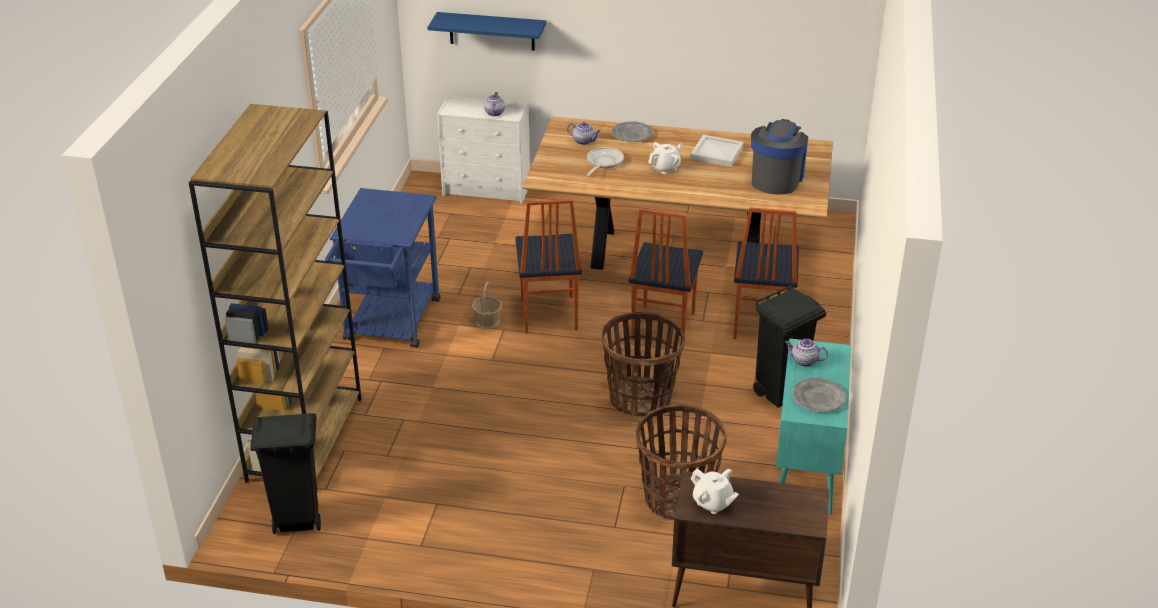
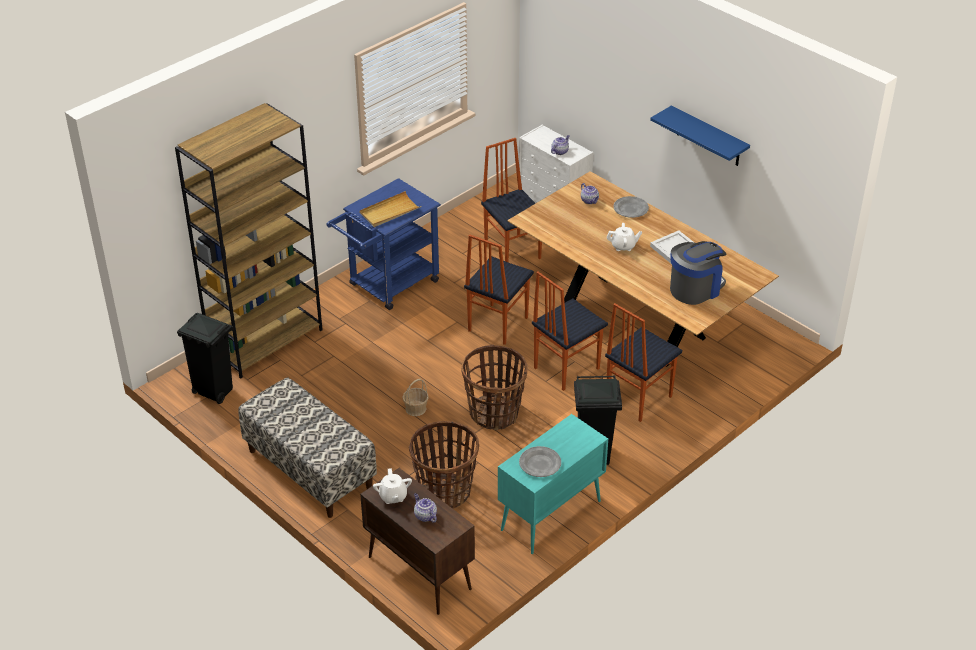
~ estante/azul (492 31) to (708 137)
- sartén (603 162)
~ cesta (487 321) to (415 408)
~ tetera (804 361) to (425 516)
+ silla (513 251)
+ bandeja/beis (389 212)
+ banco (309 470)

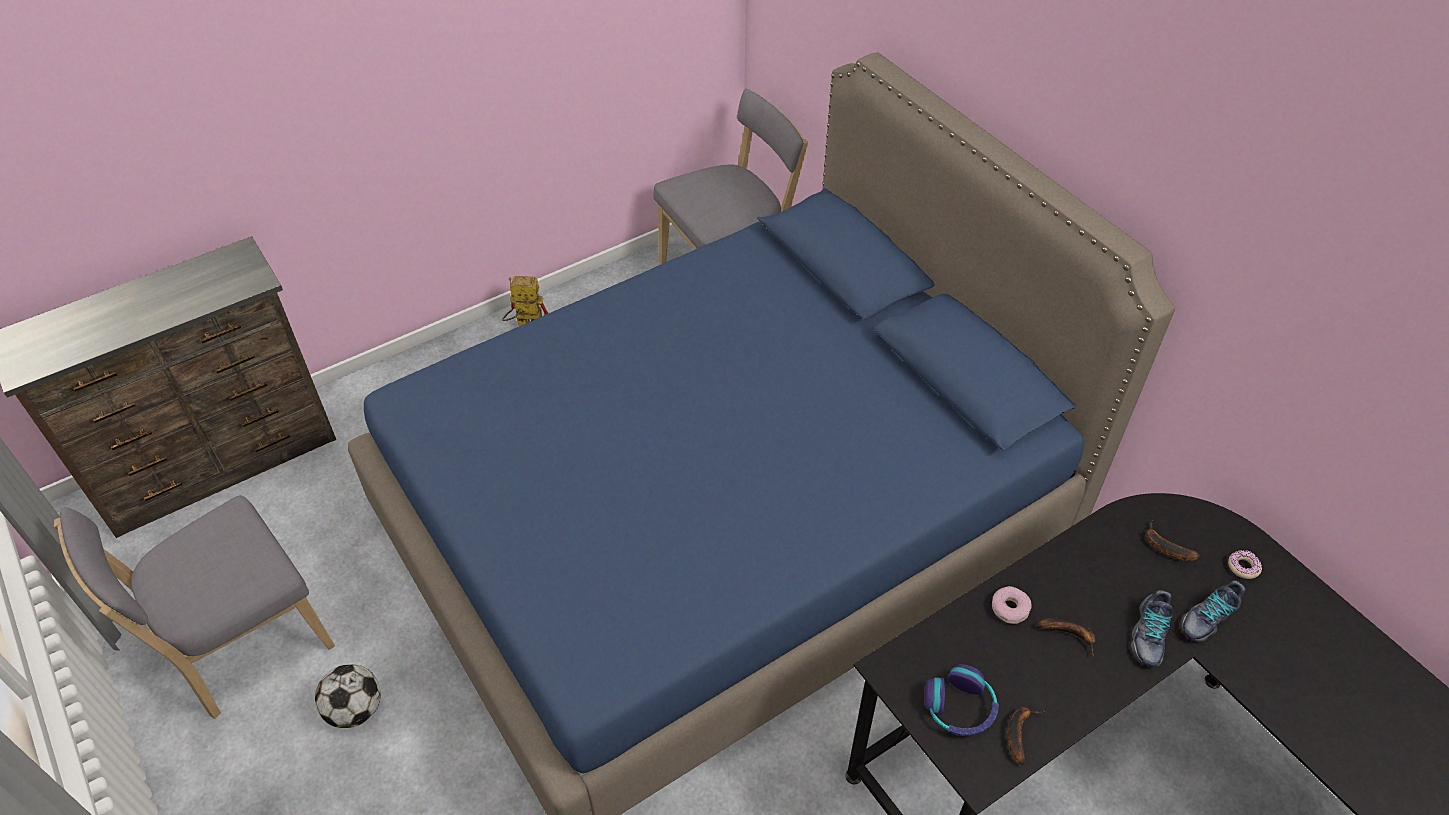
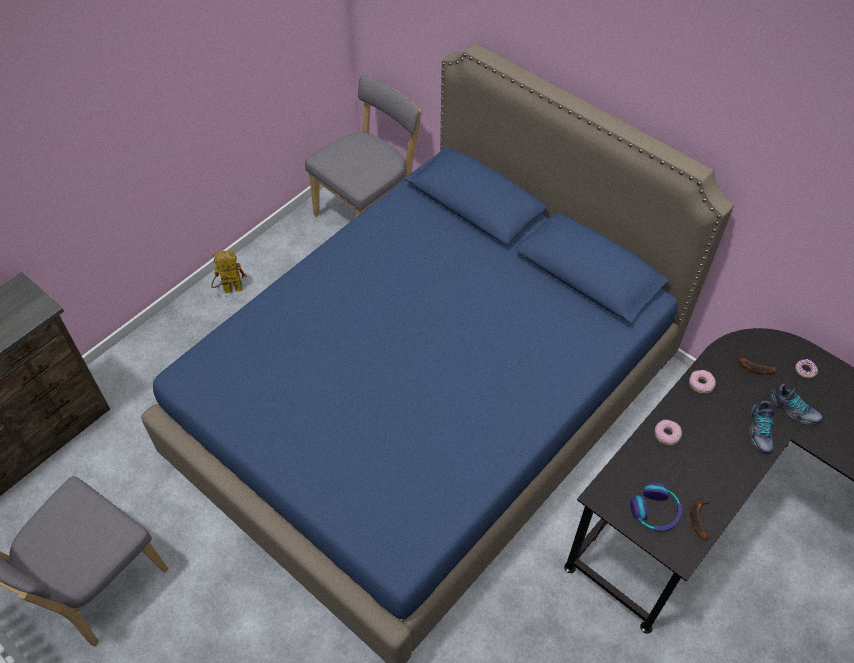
~ zapato (1207 617) = (792 410) 90 degrees counterclockwise
- plátano (1070 634)
- balón de fútbol (355 710)
+ rosquilla (701 384)

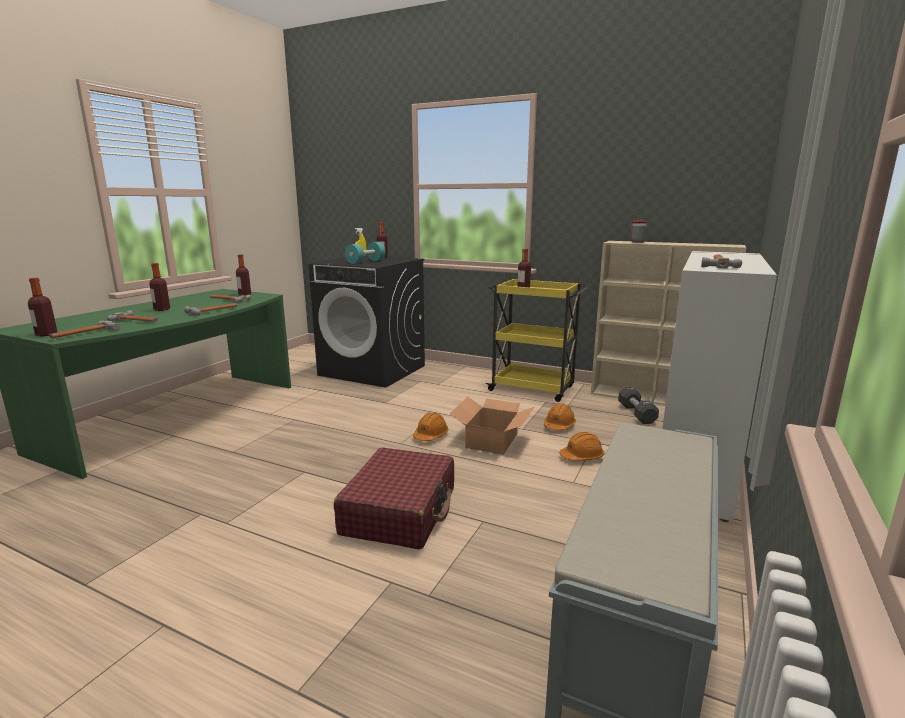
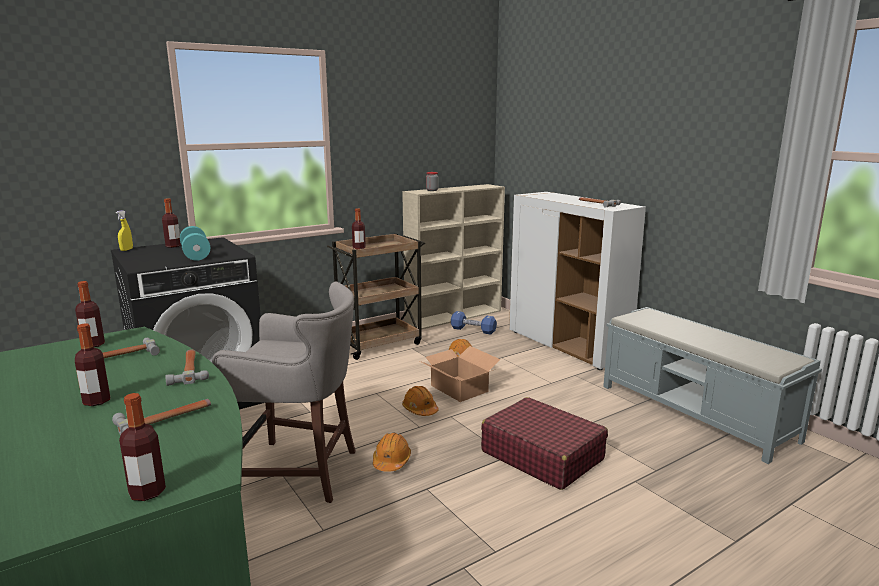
~ carrito/amarillo (533 389) to carrito/marrón (379 344)
- martillo (83 334)
~ mancuerna/negro (636 414) to mancuerna/azul (473 330)
~ casco/naranja (582 457) to (391 461)
+ taburete/gris (301 472)

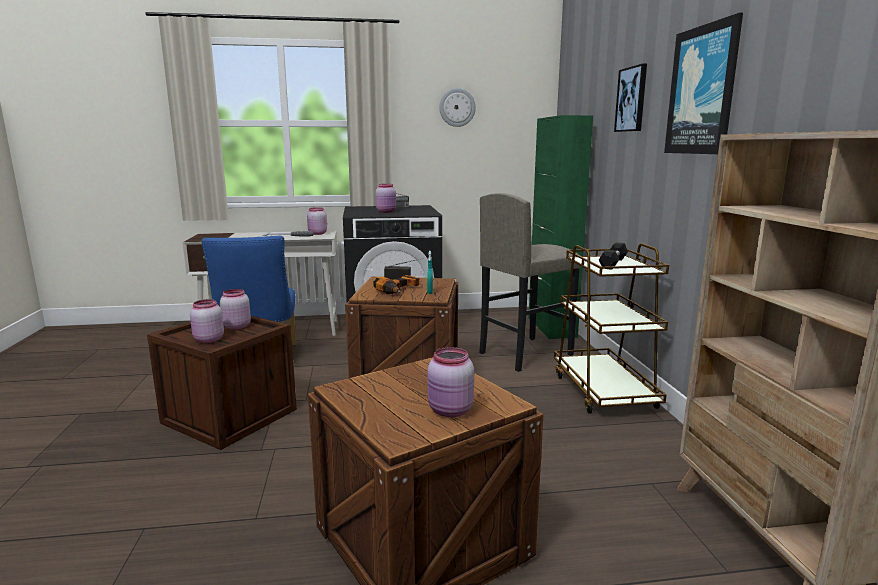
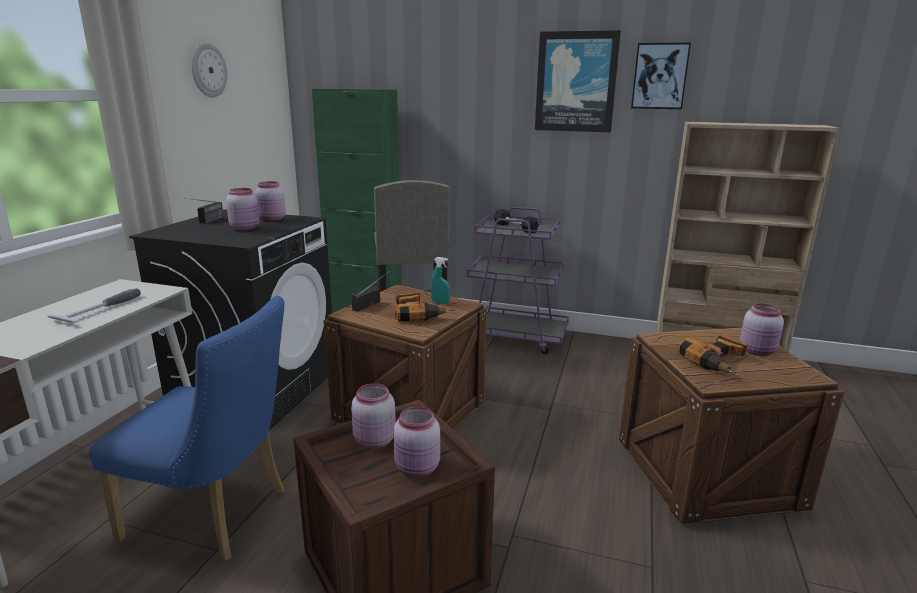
~ cuadro (631 99) to (660 76)
~ tarro/rosa (317 233) to (272 219)
~ carrito/marrón (603 391) to carrito/morado (513 337)
+ taladro (719 363)

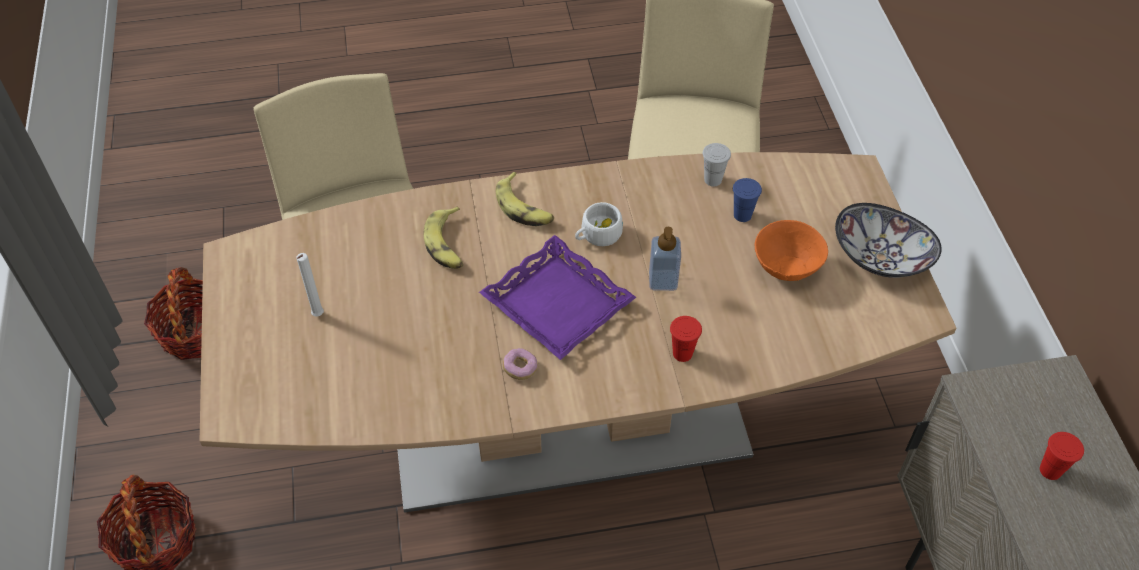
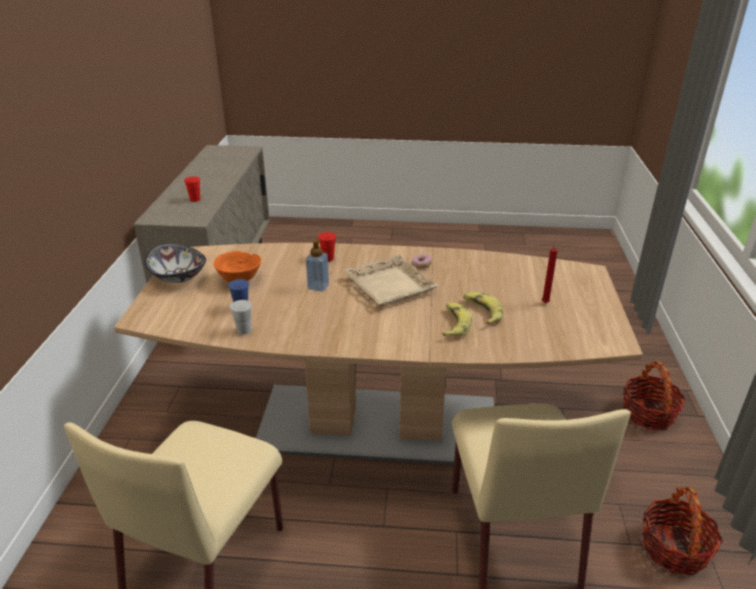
~ plátano (524 207) to (482 312)
- taza/blanco (597 235)
~ bandeja/morado (556 304) to bandeja/beis (390 286)
~ vela/blanco (317 316) to vela/rojo (545 302)

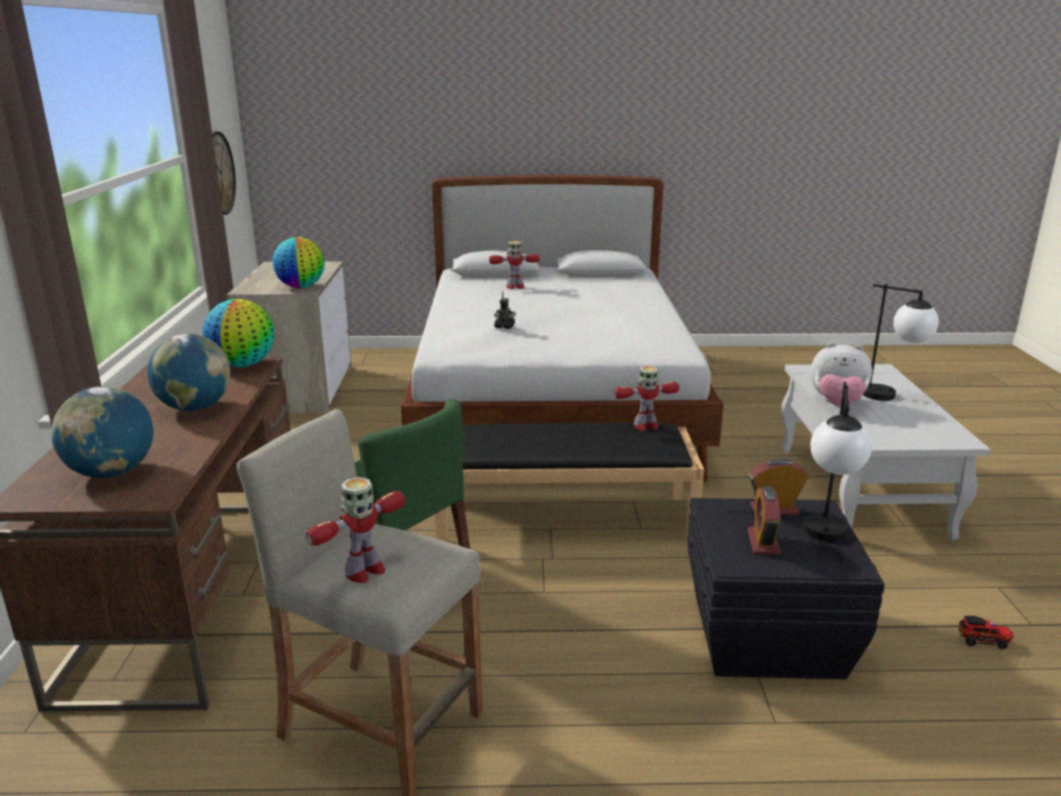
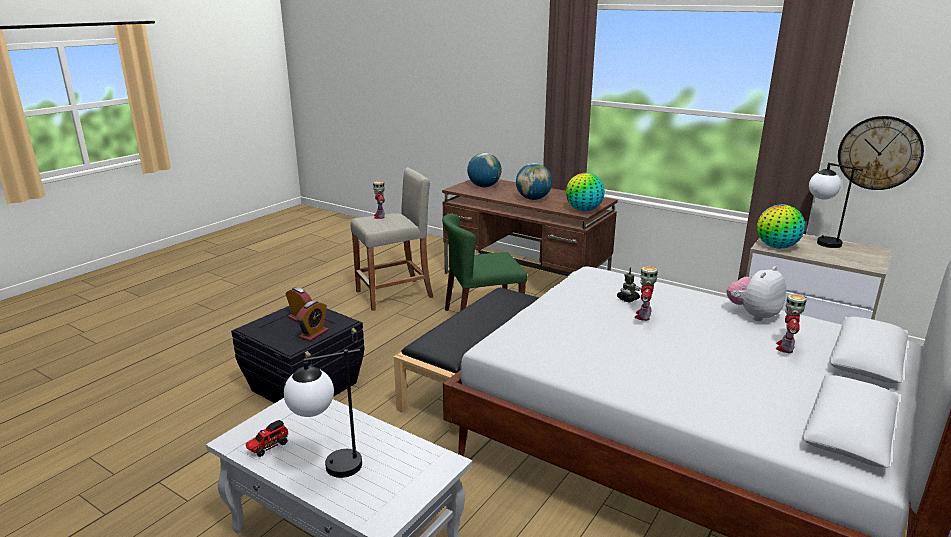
~ peluche (837 404) to (753 315)
~ robot de juguete (645 426) to (643 316)
~ lámpara de mesa (825 539) to (819 241)
~ camión de juguete (983 641) to (267 447)

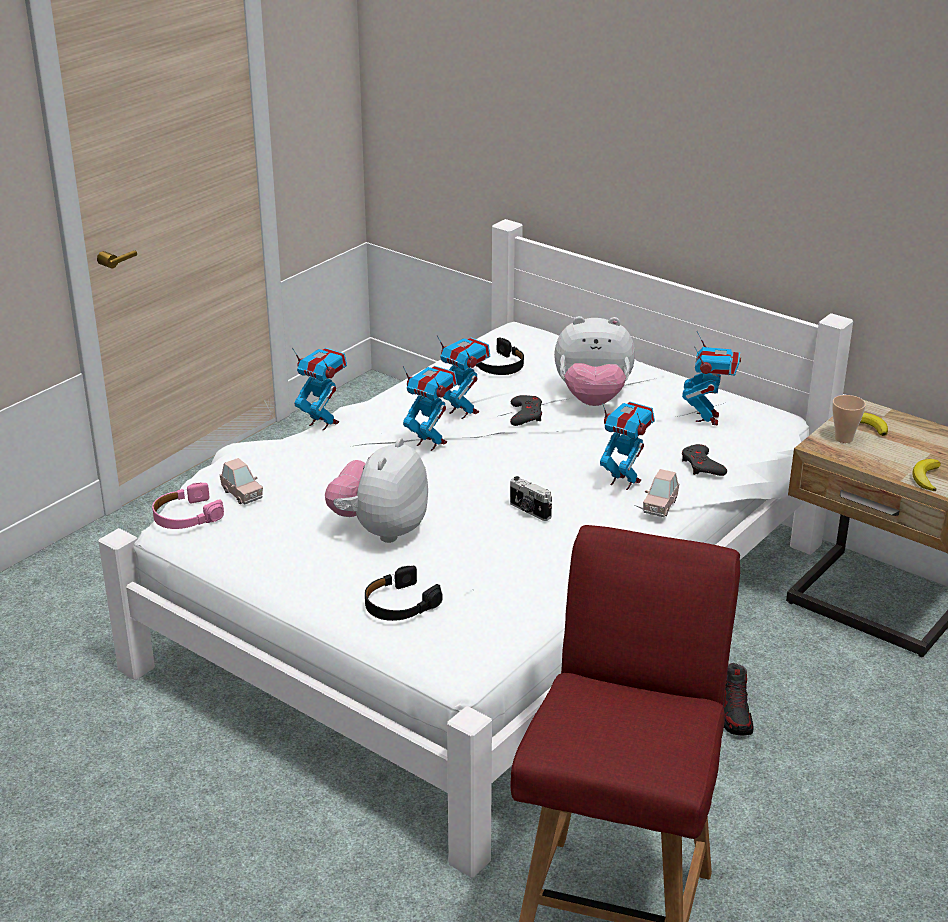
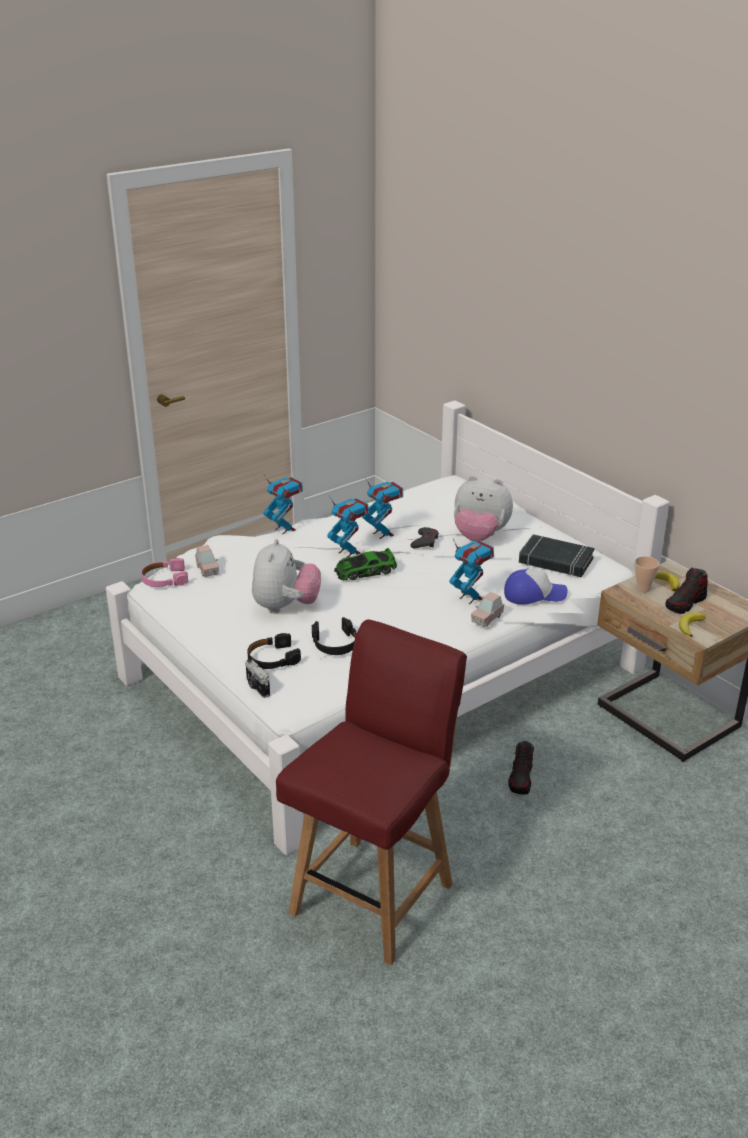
~ robot de juguete (707 418) to libro/negro (555 561)
~ auriculares/negro (498 366) to (335 643)
~ peluche (380 530) = (285 607) 150 degrees clockwise
~ mando de consola/gris (702 466) to gorra (534 594)
~ cámara (529 511) to (257 687)
+ coche de juguete (365 570)
+ zapato (685 603)

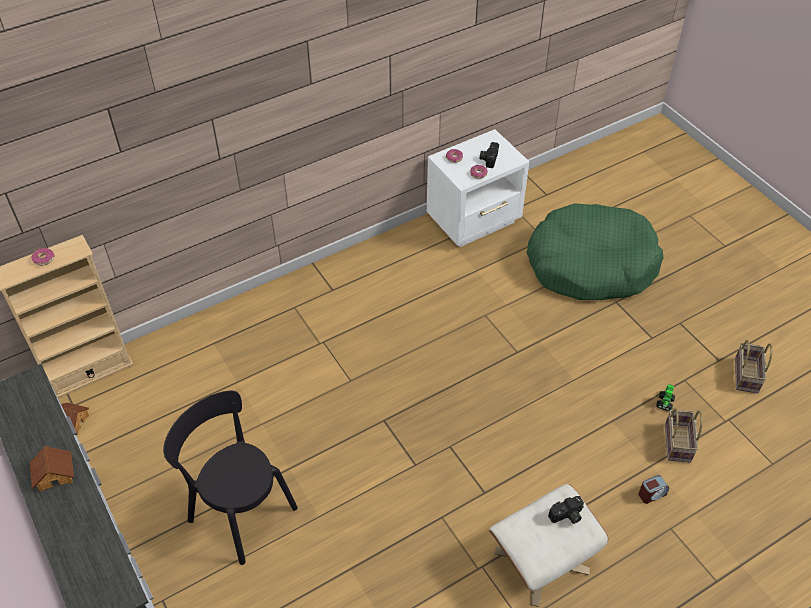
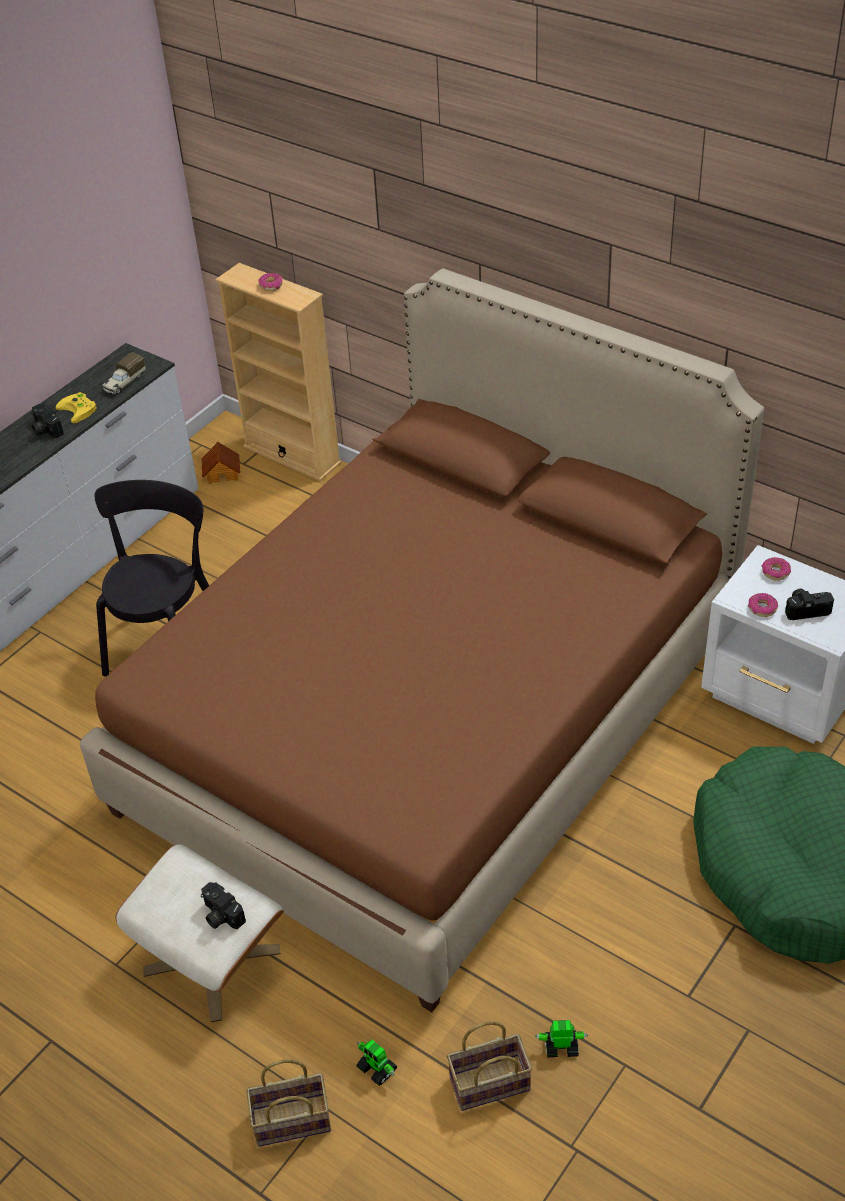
~ cesta (747 376) to (290 1123)
~ casita (55 474) to cámara (45 429)
~ despertador (651 494) to robot de juguete (377 1069)
+ cama/marrón (431 721)
+ camión de juguete (124 383)
+ mando de consola/amarillo (79 410)

